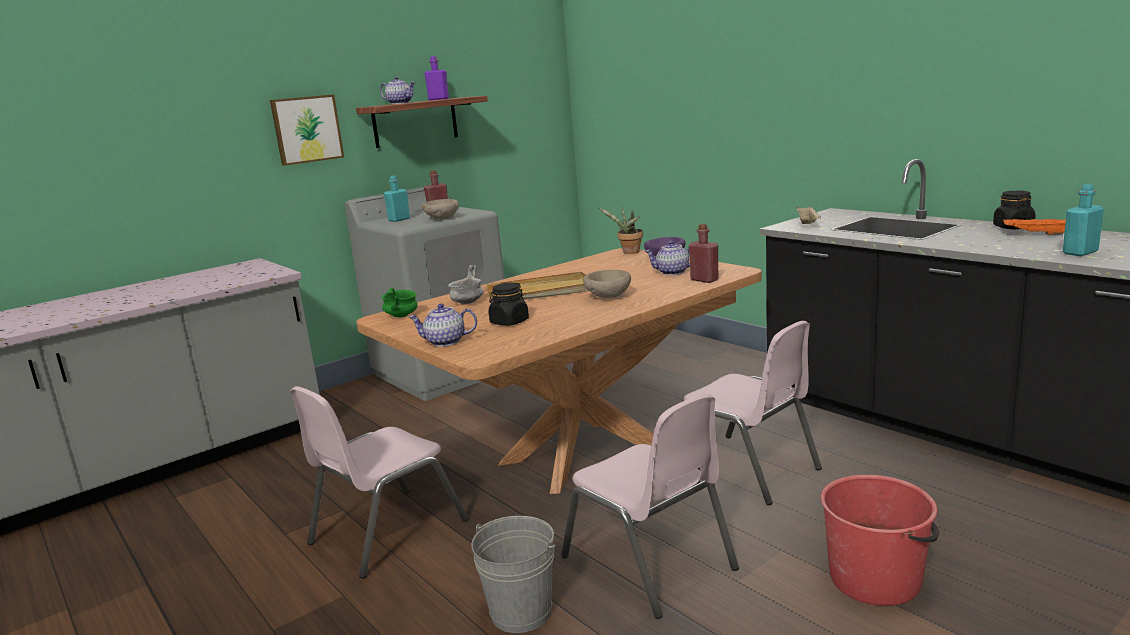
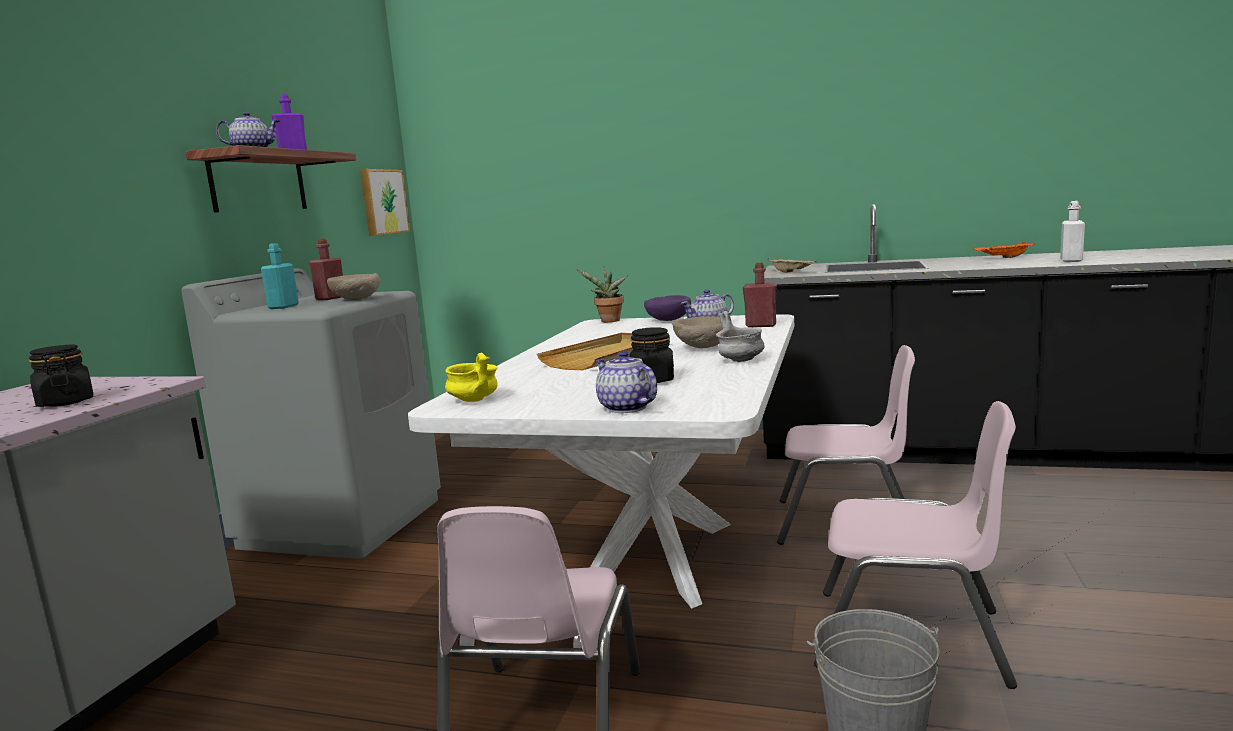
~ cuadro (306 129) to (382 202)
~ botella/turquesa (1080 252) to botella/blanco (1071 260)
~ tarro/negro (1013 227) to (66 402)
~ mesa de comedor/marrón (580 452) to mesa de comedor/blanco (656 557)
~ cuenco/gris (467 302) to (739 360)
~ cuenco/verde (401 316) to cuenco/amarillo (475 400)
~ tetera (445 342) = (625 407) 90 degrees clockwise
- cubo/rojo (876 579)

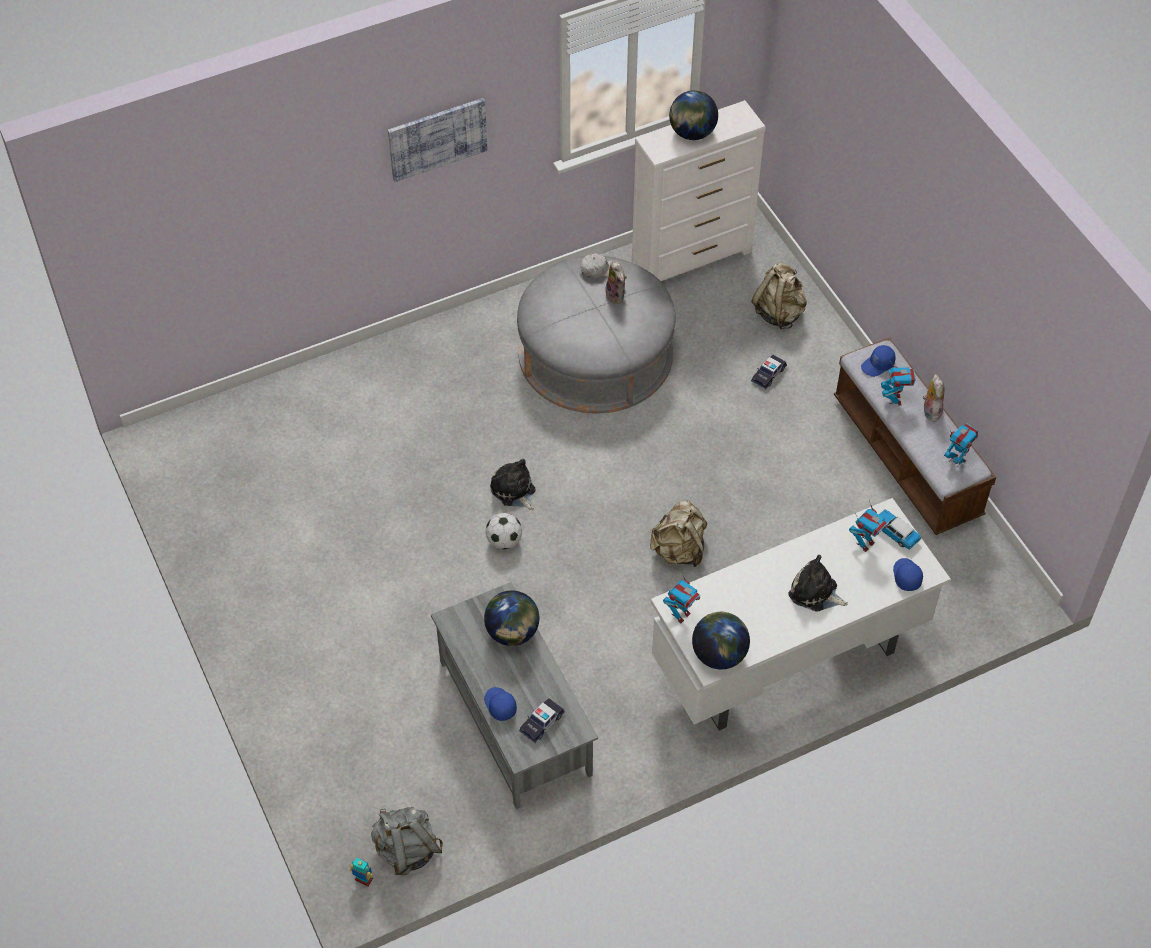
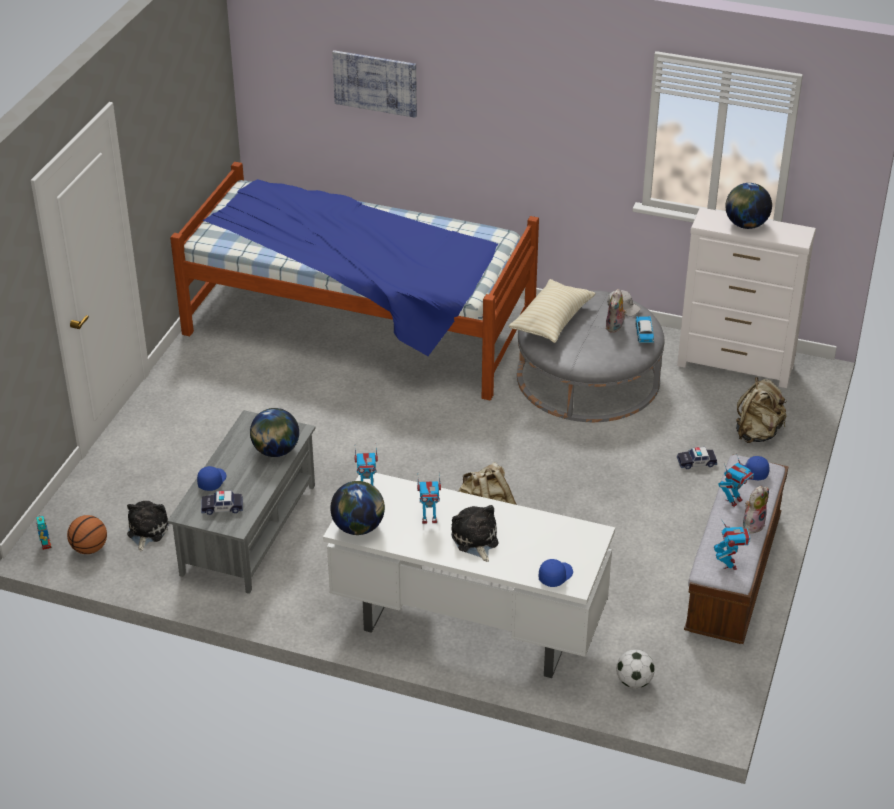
~ cuadro (437 138) to (375 83)
~ peluche (514 491) to (146 531)
~ robot de juguete (865 543) to (429 519)
~ coche de juguete (895 533) to (644 334)
~ balón de fútbol (504 541) to (633 681)
~ mochila/gris (407 850) to balón de baloncesto (89 548)
+ cama (359 325)
+ cojín/beis (552 321)

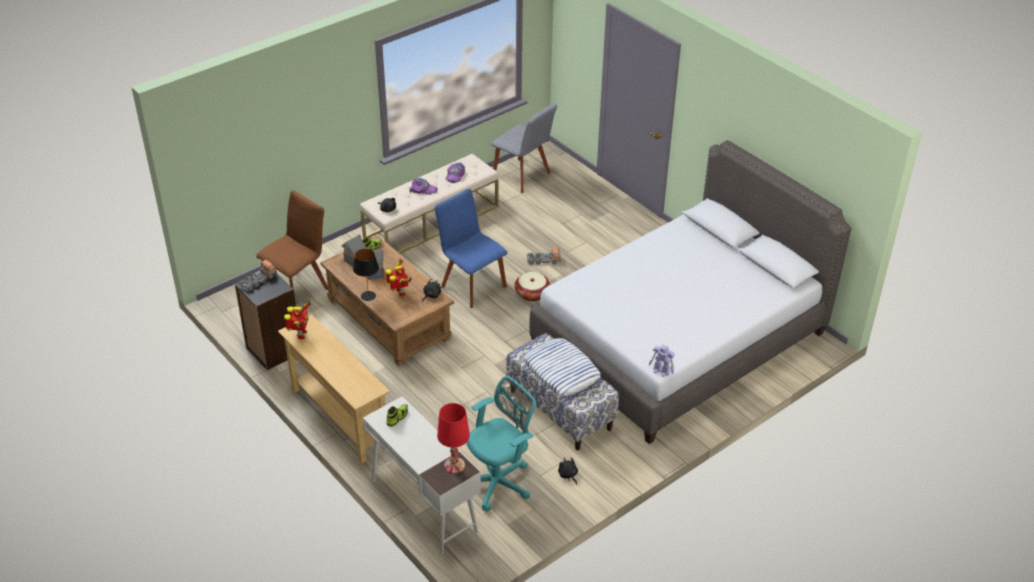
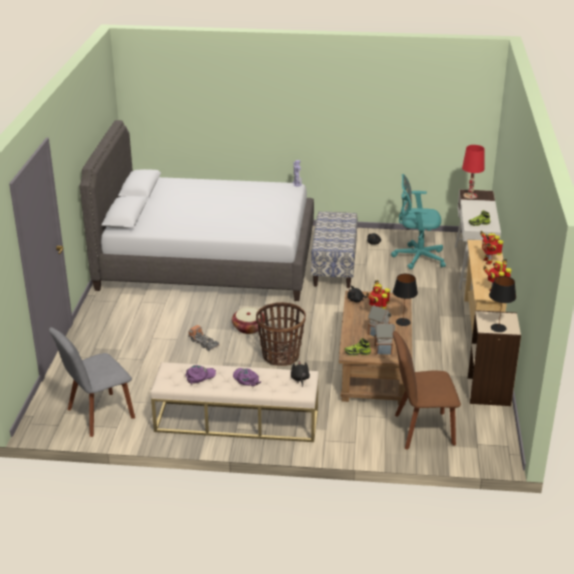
~ silla/gris (523 176) = (97 415) 120 degrees counterclockwise
~ silla/azul (471 285) to cesta (280 356)
~ camión de juguete (258 281) to lámpara de mesa/negro (498 328)
~ estantería/negro (273 350) to estantería/beis (489 392)
- cojín (561 371)
+ robot de juguete (488 261)

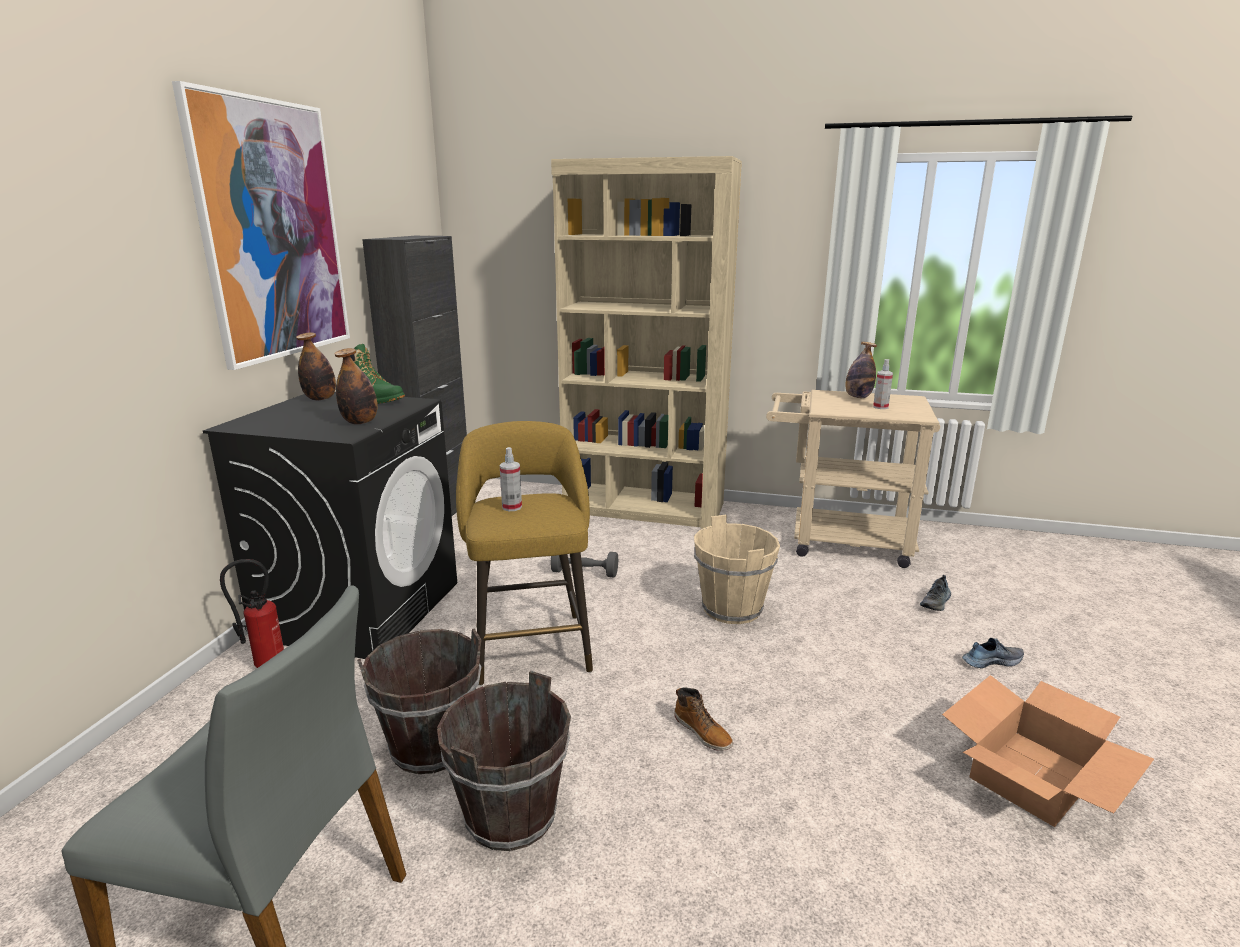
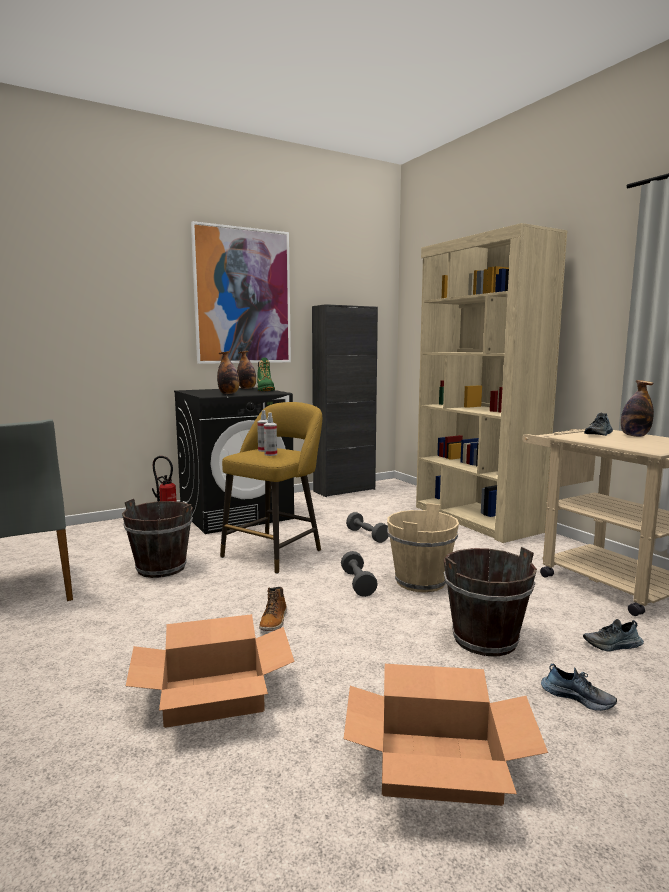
~ pulverizador (880 407) to (270 454)
~ cubo/marrón (510 815) to (485 639)
+ zapato (599 434)
+ mancuerna/gris (358 583)
+ caja de cartón (214 696)

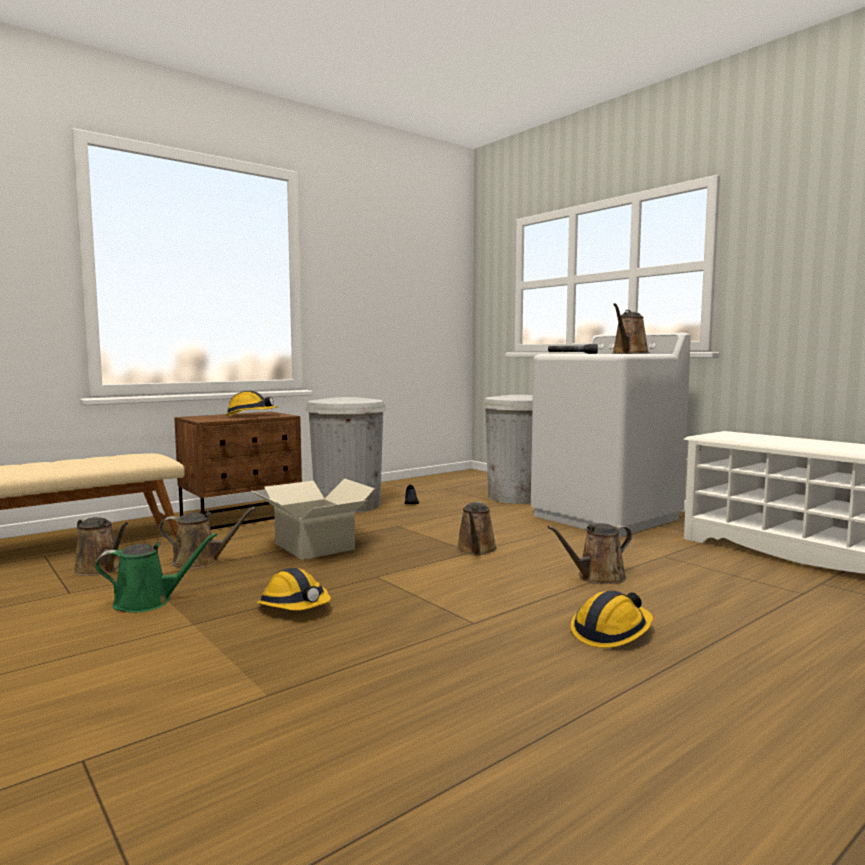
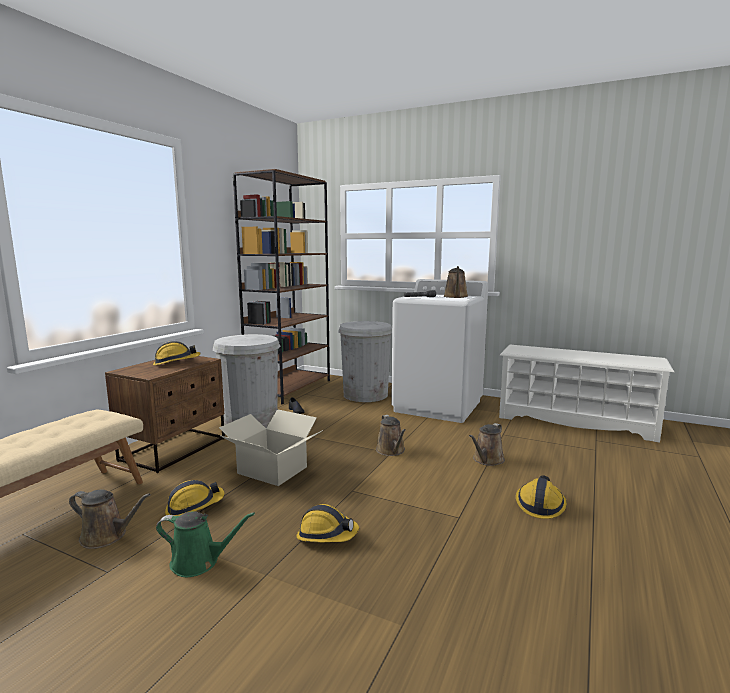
~ regadera/marrón (200 561) to casco (194 506)
~ regadera/verde (148 602) = (199 562) 45 degrees clockwise
+ estantería/marrón (289 388)

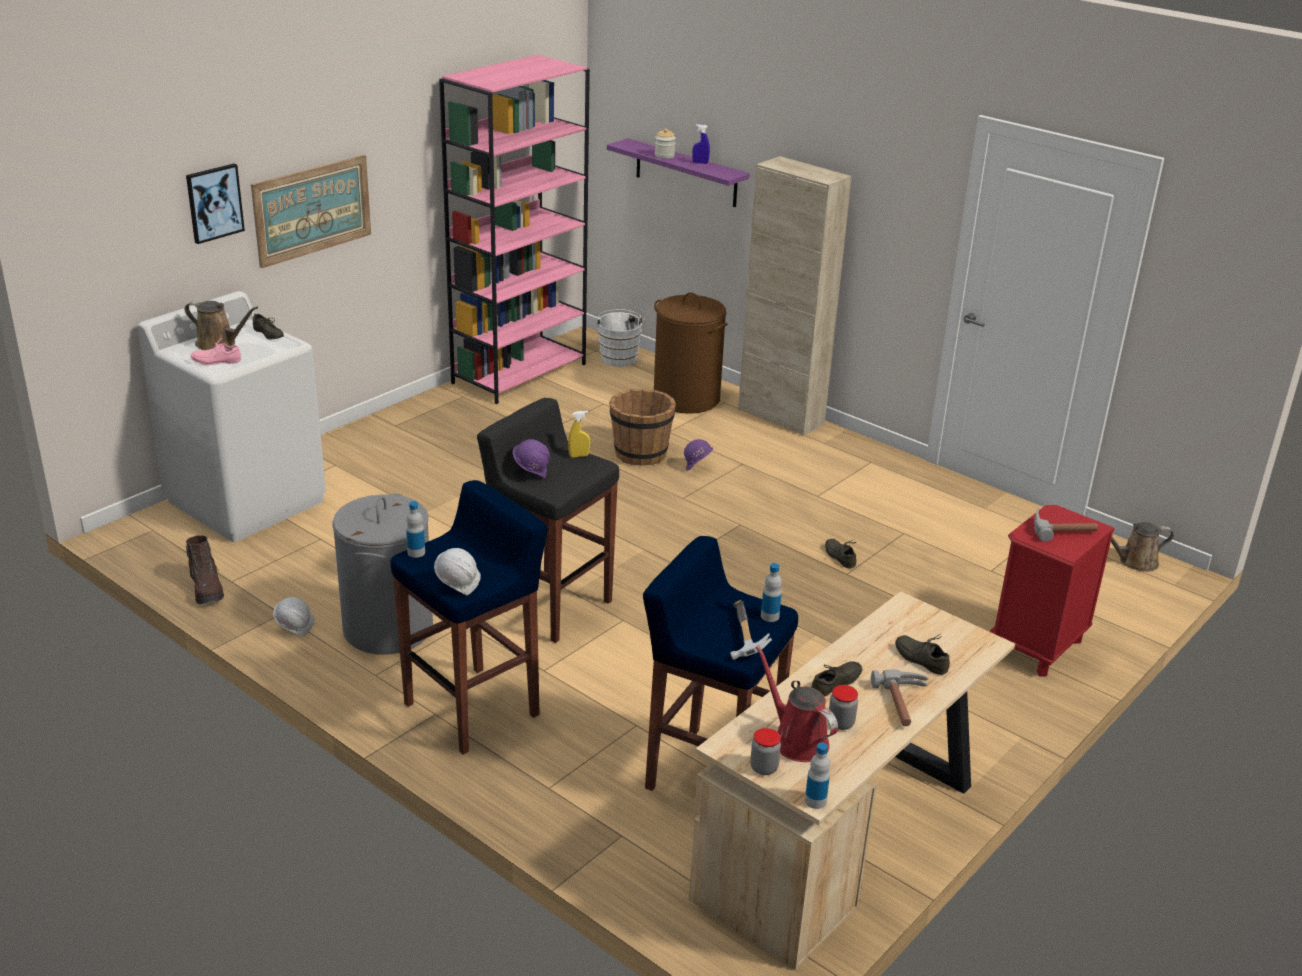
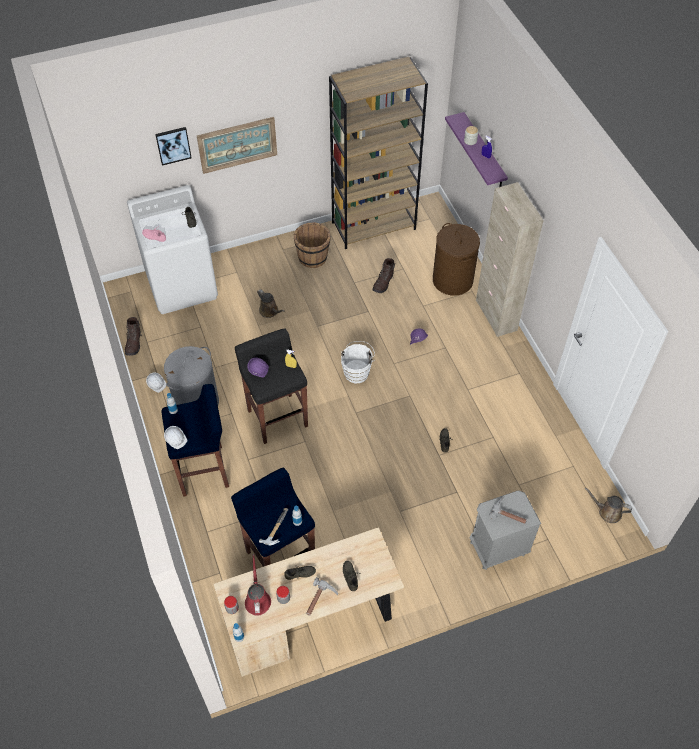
~ estantería/rosa (519 373) to estantería/marrón (374 225)
~ regadera/marrón (219 344) to (270 311)
~ cubo/blanco (618 357) to (357 371)
~ cubo/marrón (640 454) to (313 257)
~ mesita de noche/rojo (1036 647) to mesita de noche/gris (497 548)
+ bota/marrón (383 283)

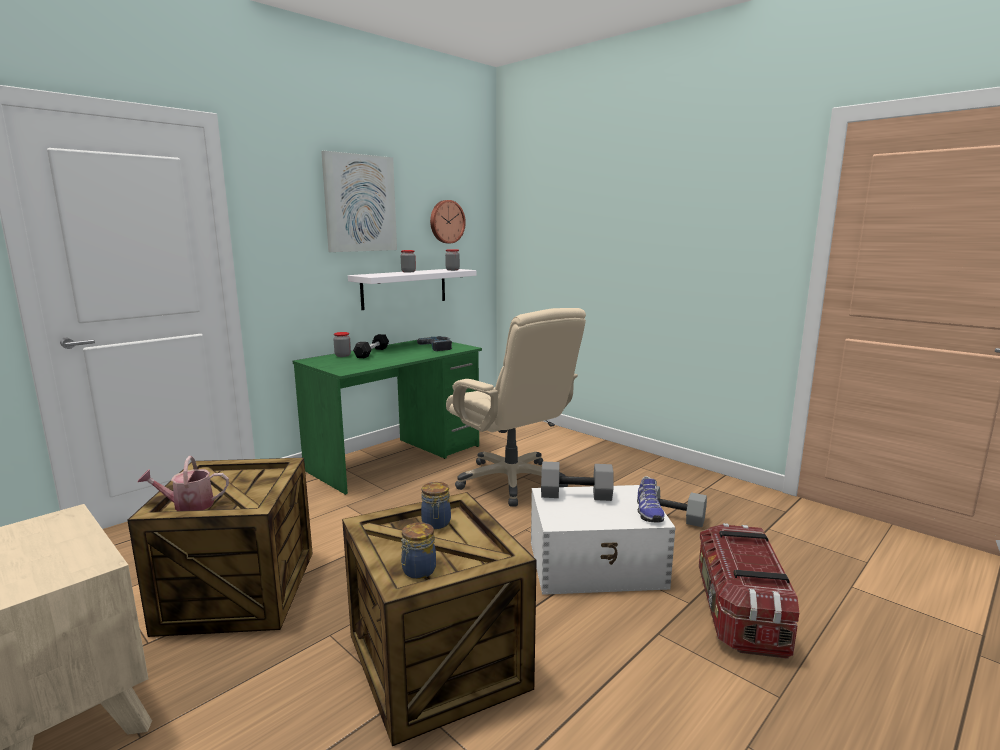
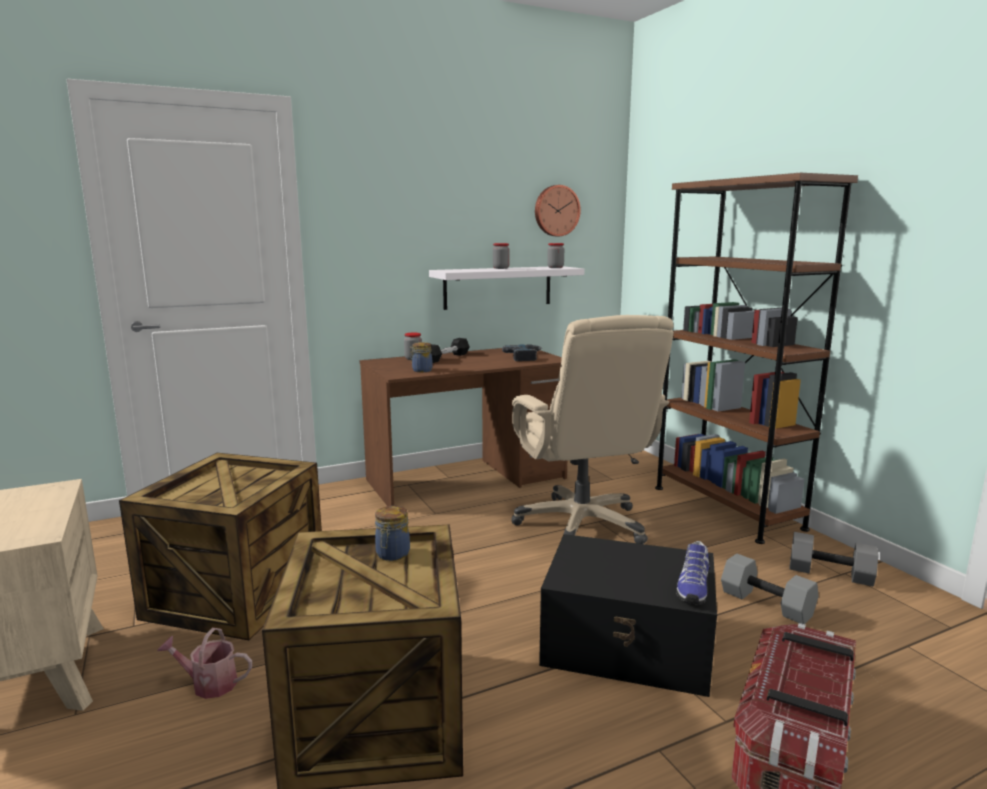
- cuadro (360 203)
~ escritorio/verde (396 458) to escritorio/marrón (467 480)
~ regadera (188 506) to (209 684)
~ mancuerna/gris (575 495) to (829 574)
~ caja de almacenaje/blanco (597 565) to caja de almacenaje/negro (629 644)
~ tarro (418 571) to (421 370)
+ estantería/marrón (726 507)

